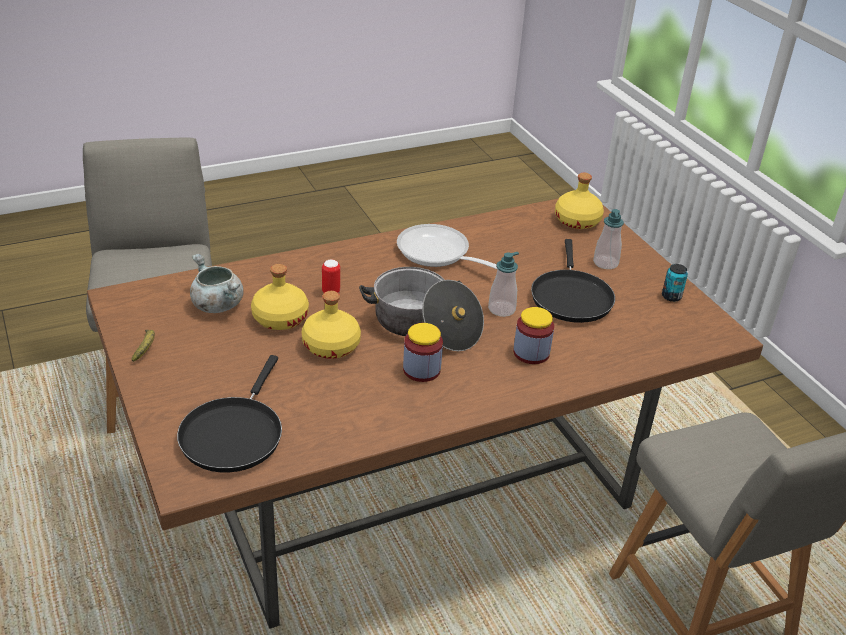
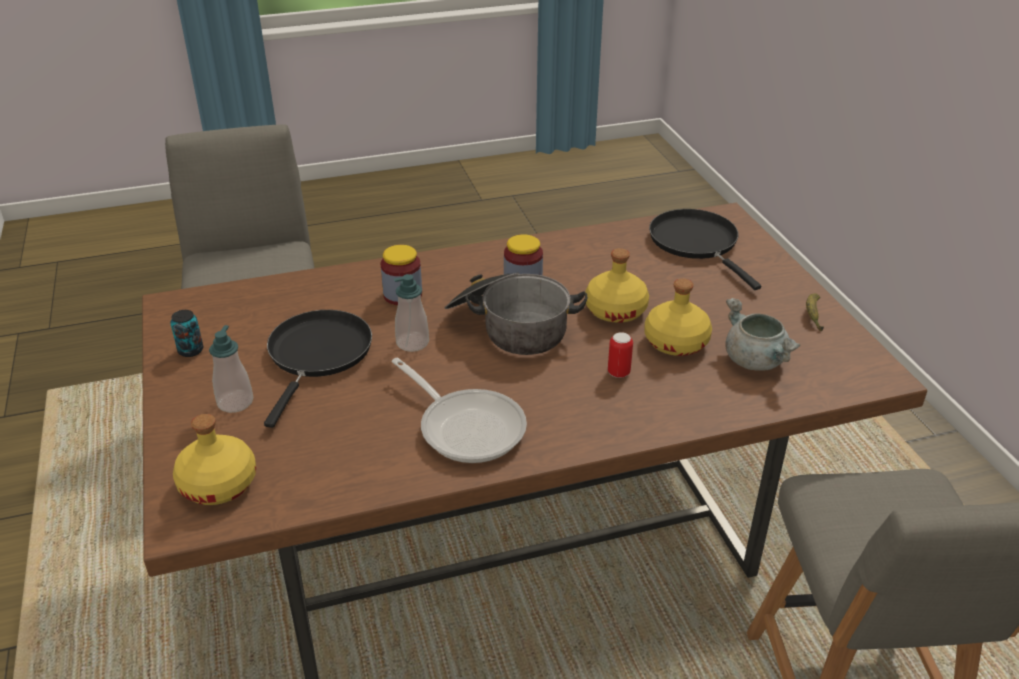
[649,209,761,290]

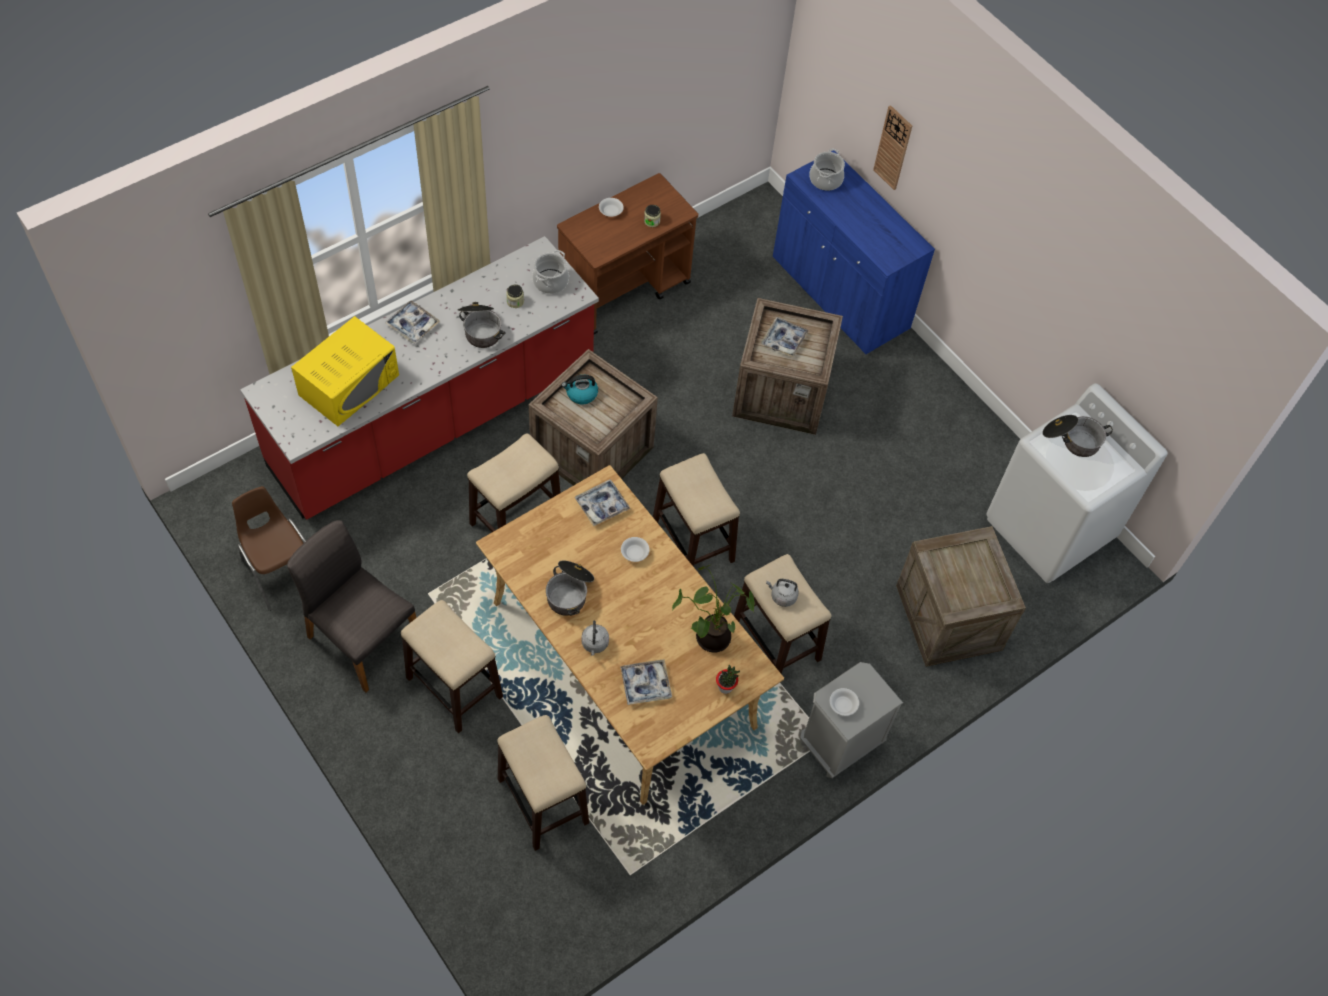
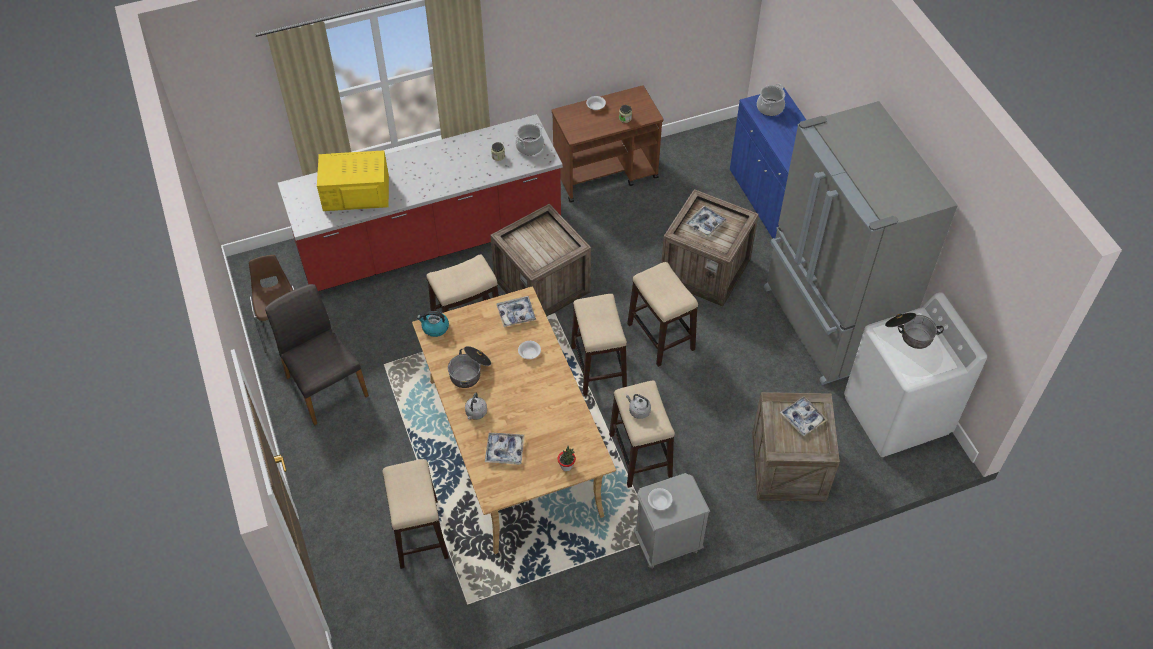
[457,302,506,348] (first image)
[672,564,754,652] (first image)
[873,105,912,190] (first image)
[764,101,958,385]
[780,396,828,436]
[627,262,698,367]
[417,311,449,337]
[317,150,389,211]

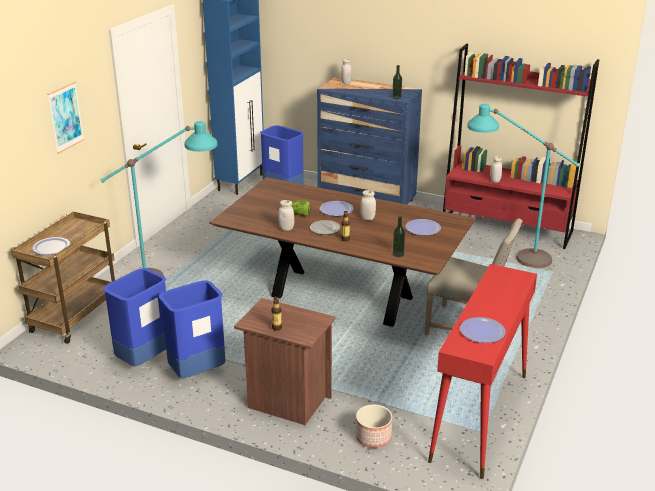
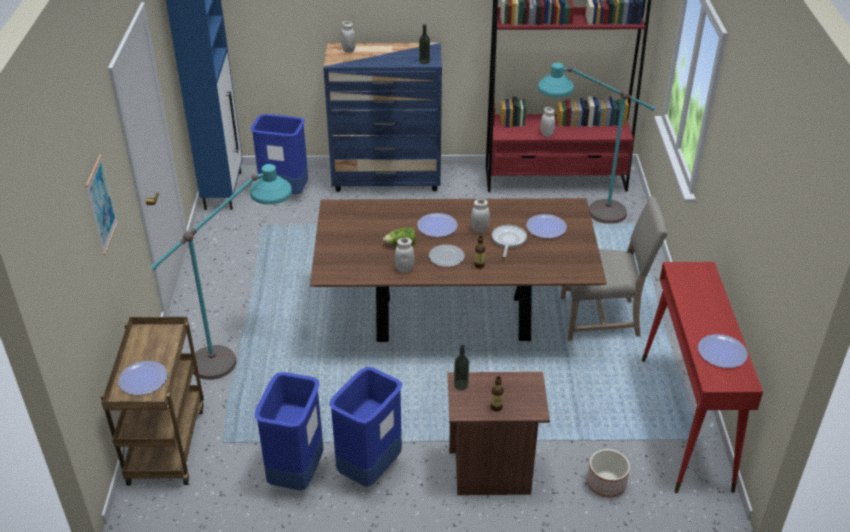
[492,225,527,257]
[454,345,469,390]

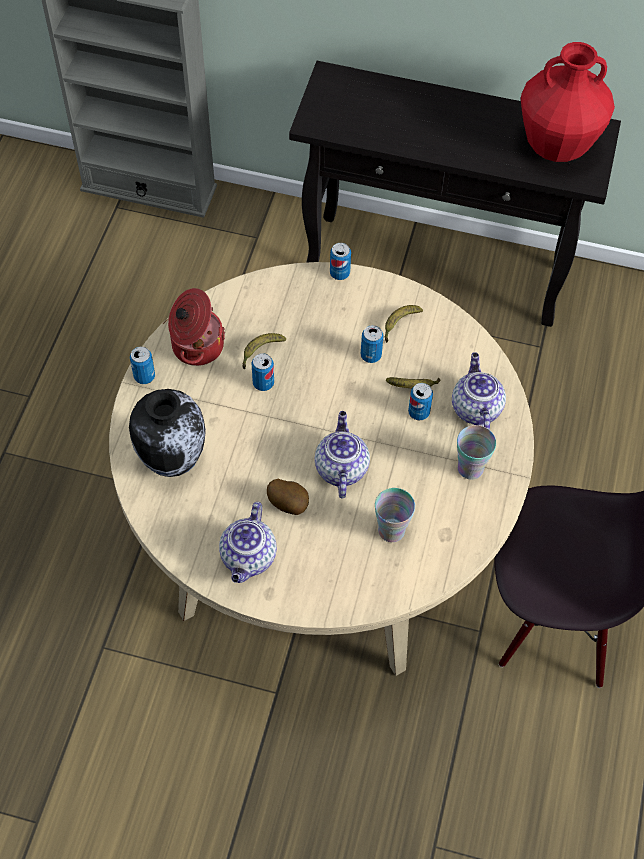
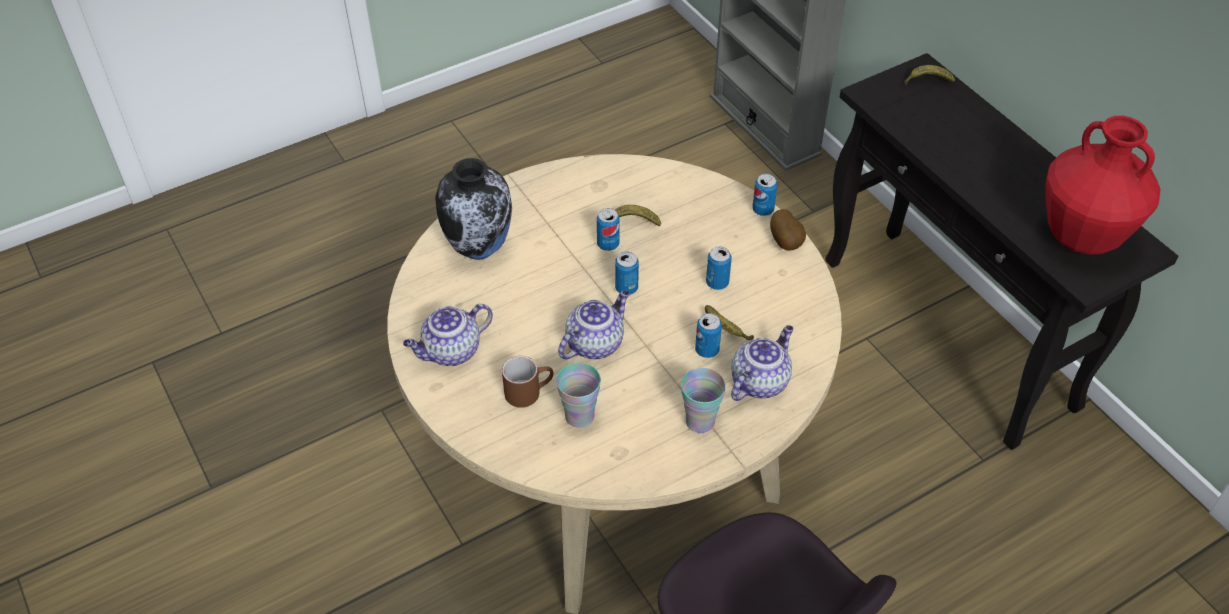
[168,288,225,366] (first image)
[502,356,554,408]
[615,252,639,295]
[770,209,806,251]
[904,65,955,85]

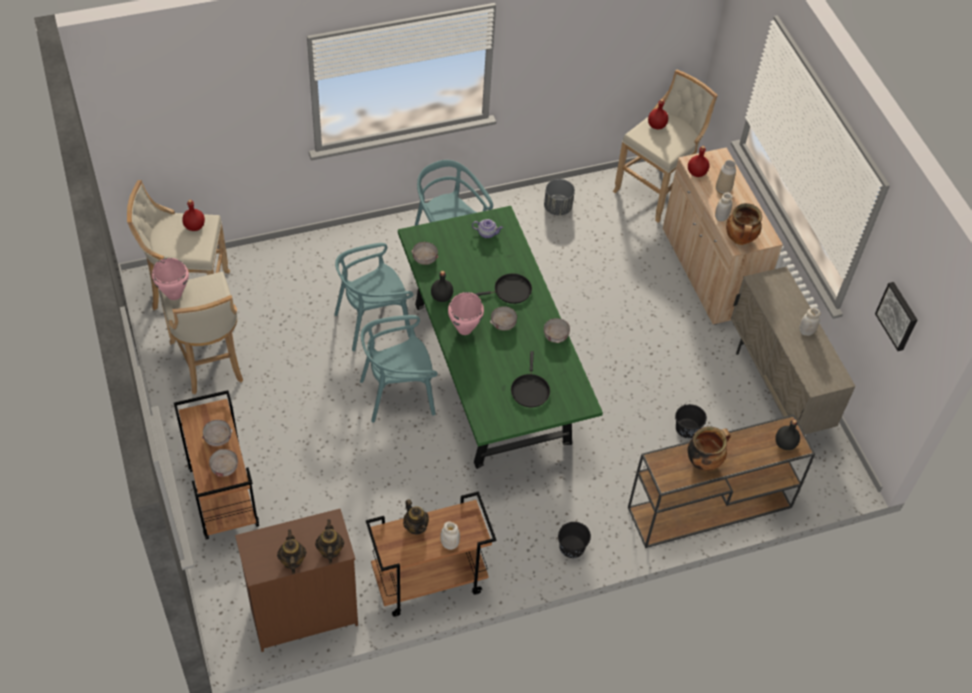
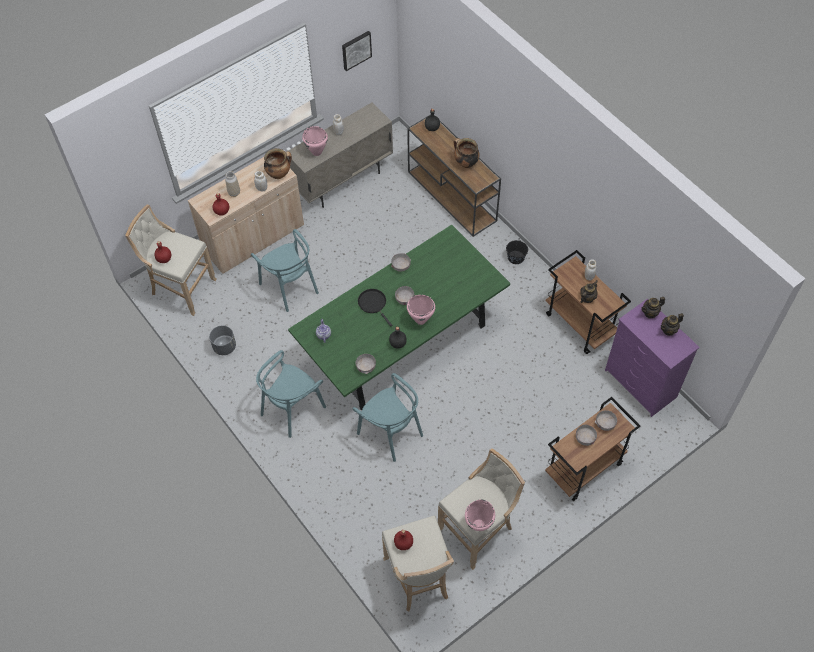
[511,351,550,407] (first image)
[675,403,707,438] (first image)
[302,126,328,156]
[251,229,319,312]
[605,298,700,417]

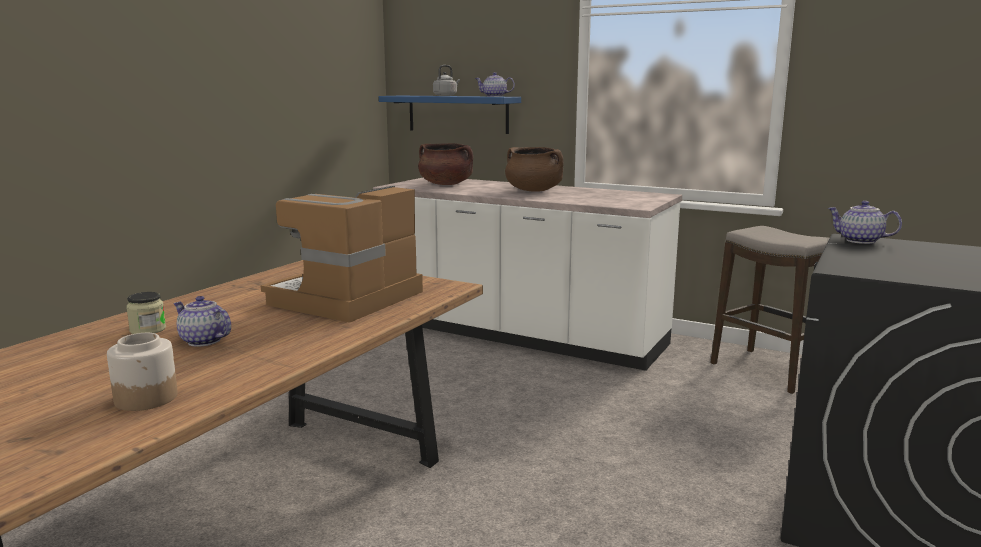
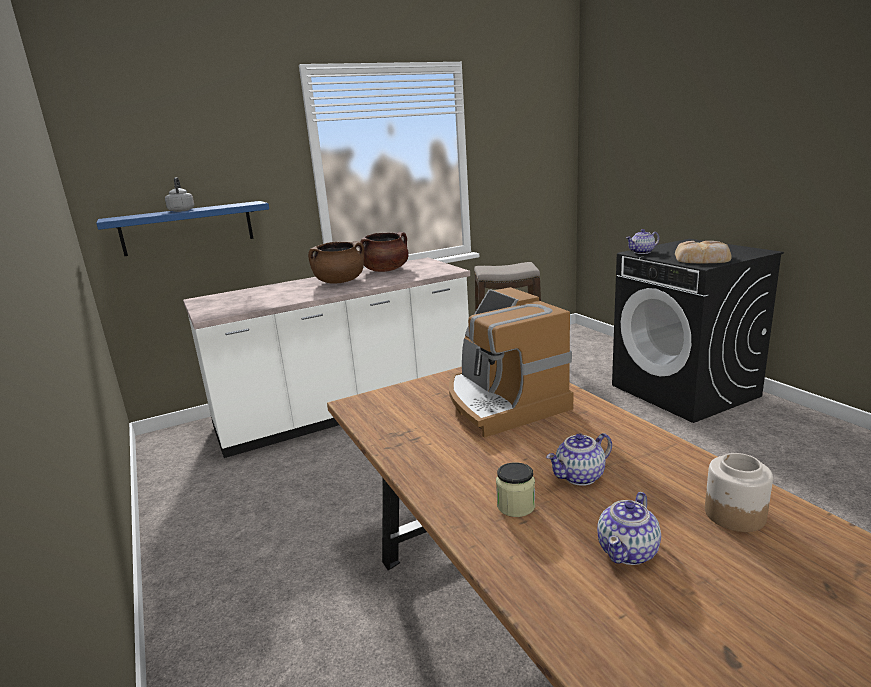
[675,241,732,263]
[360,231,409,272]
[597,492,661,565]

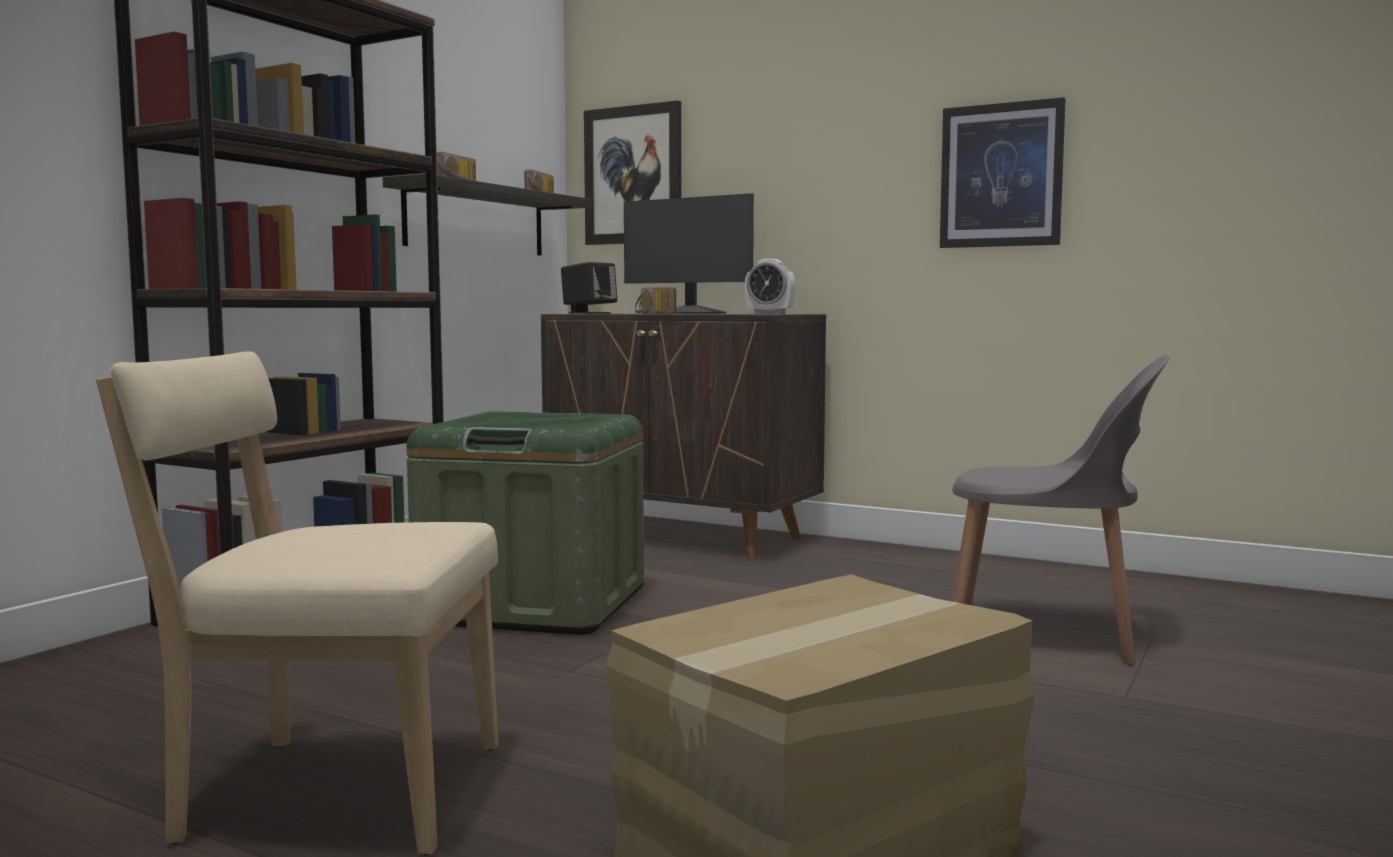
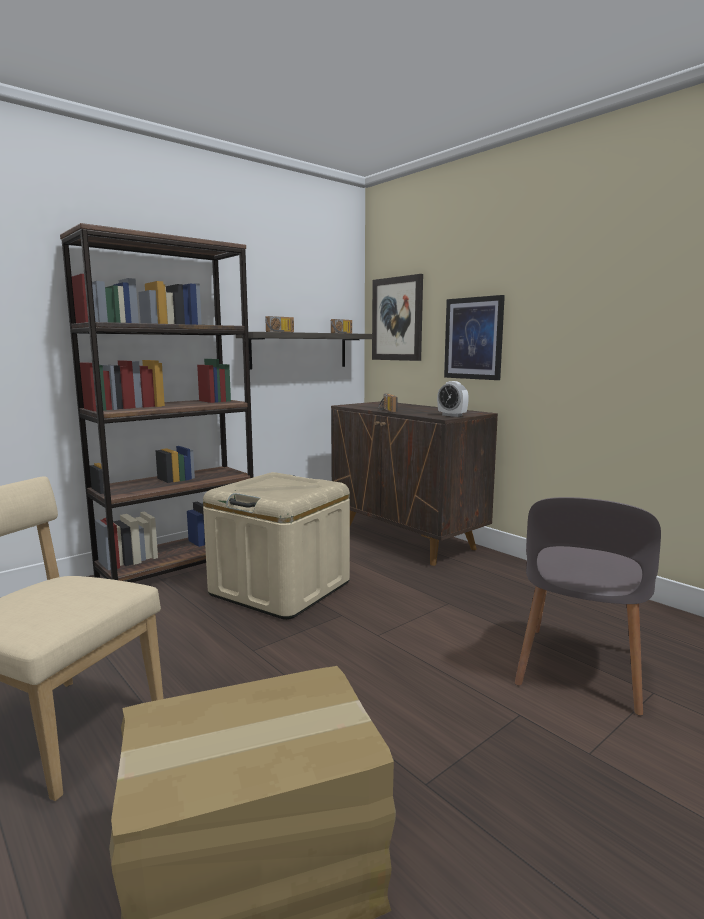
[561,262,617,314] (first image)
[624,193,754,314] (first image)
[444,295,505,380]
[203,472,350,620]
[515,497,661,716]

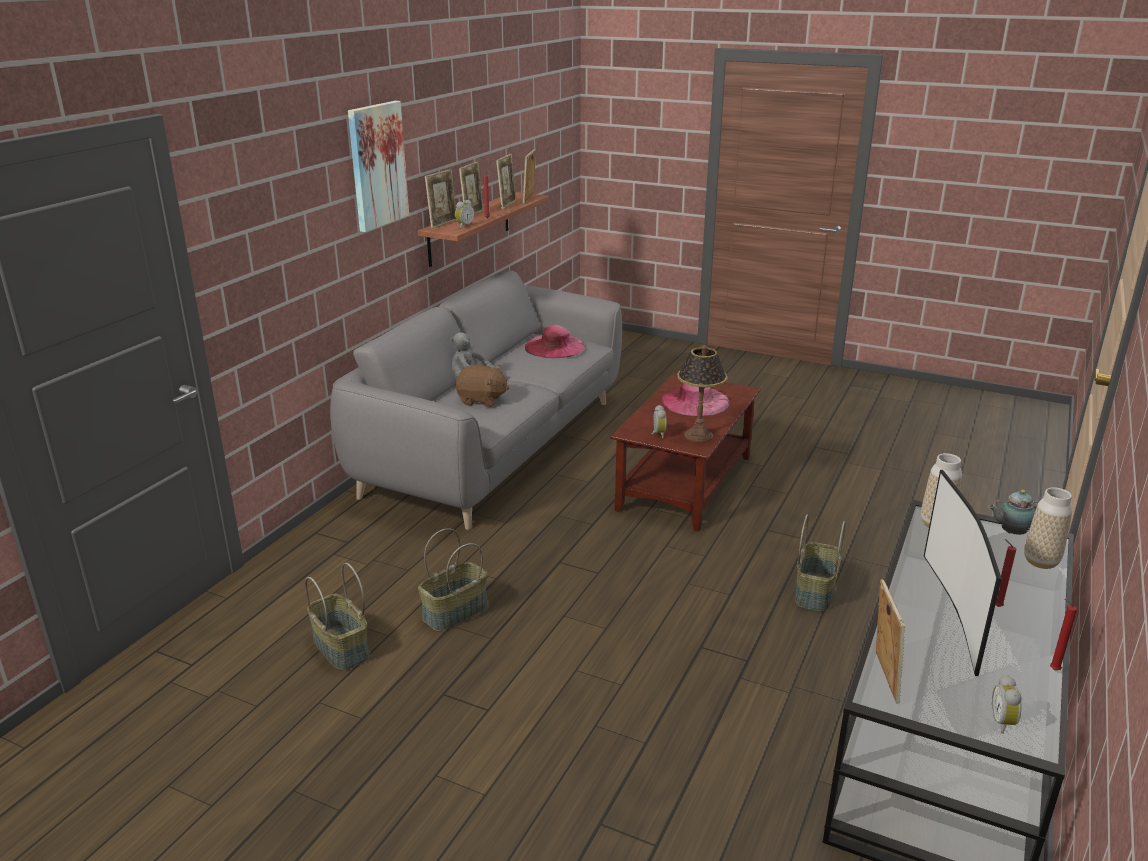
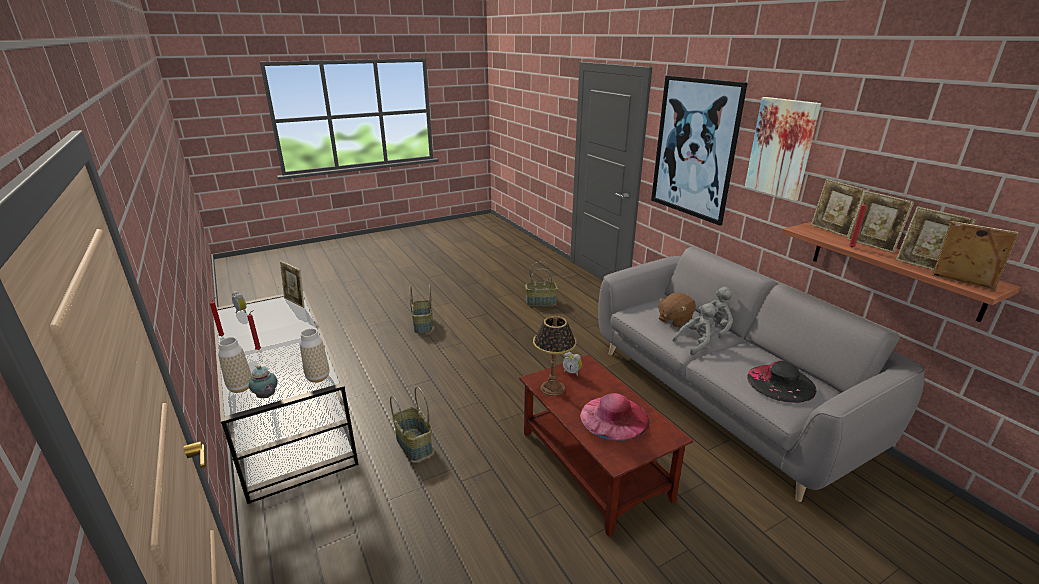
[455,200,474,228] (first image)
[924,470,1002,676] (first image)
[651,75,748,226]
[672,303,719,356]
[409,284,433,333]
[747,361,817,403]
[249,365,278,398]

